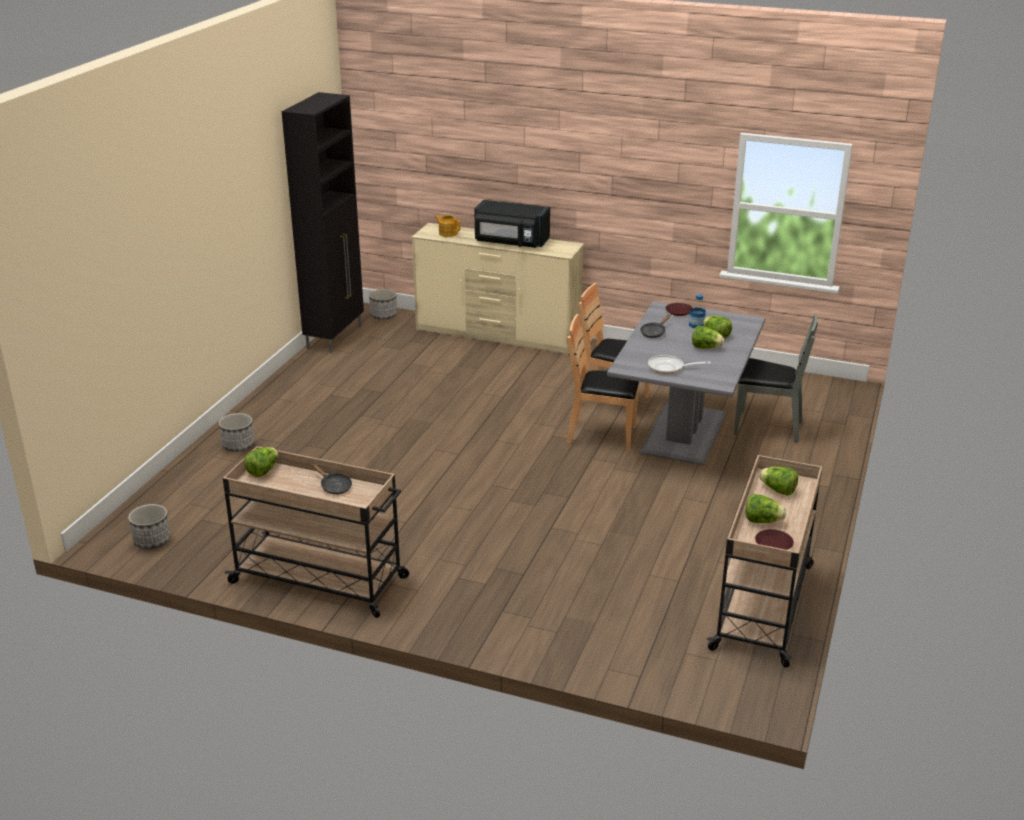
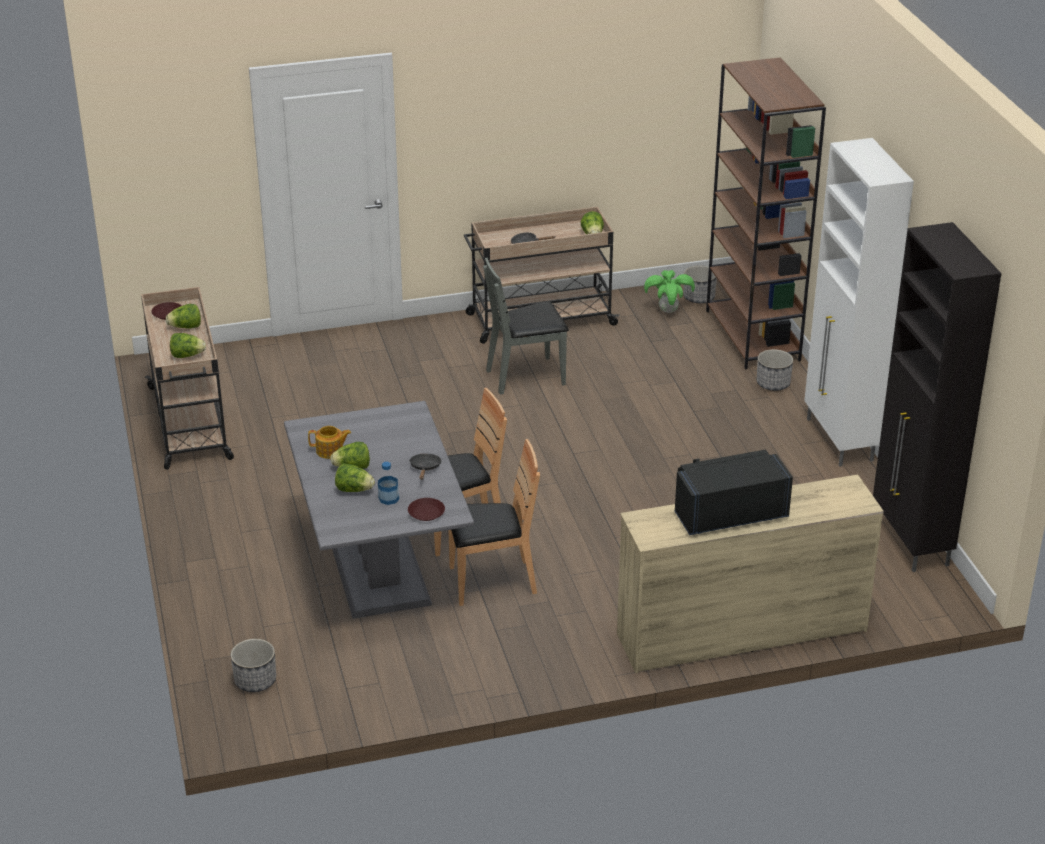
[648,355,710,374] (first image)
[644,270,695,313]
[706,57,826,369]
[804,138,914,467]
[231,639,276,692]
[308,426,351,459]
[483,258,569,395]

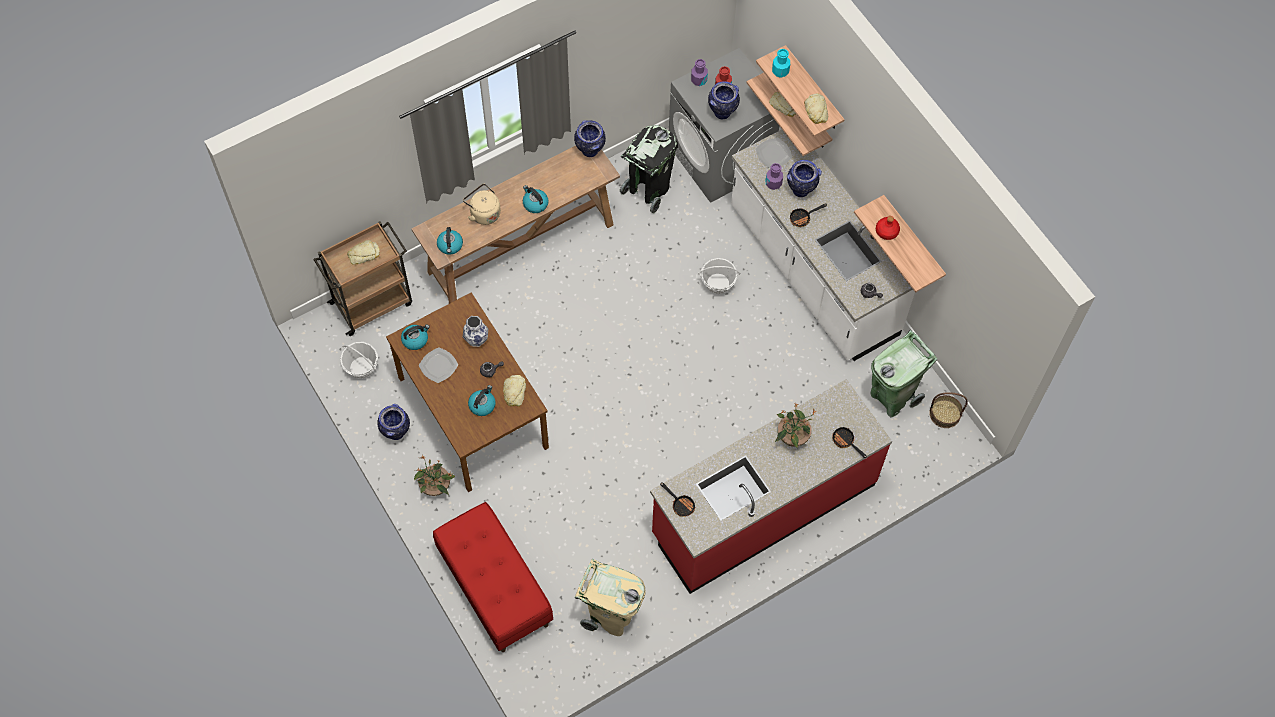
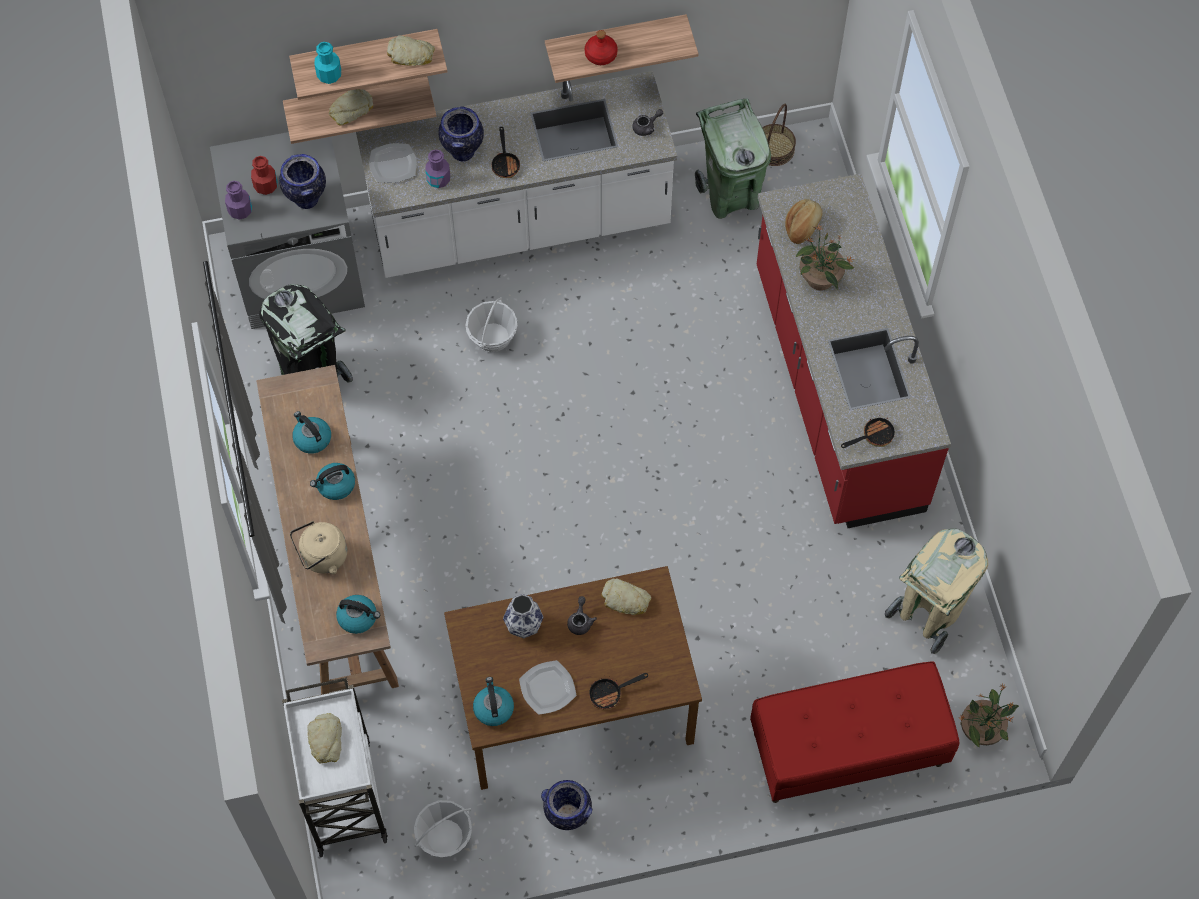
[574,120,606,157] (first image)
[785,199,823,244]
[958,683,1019,747]
[292,411,331,454]
[589,673,648,710]
[282,677,388,857]

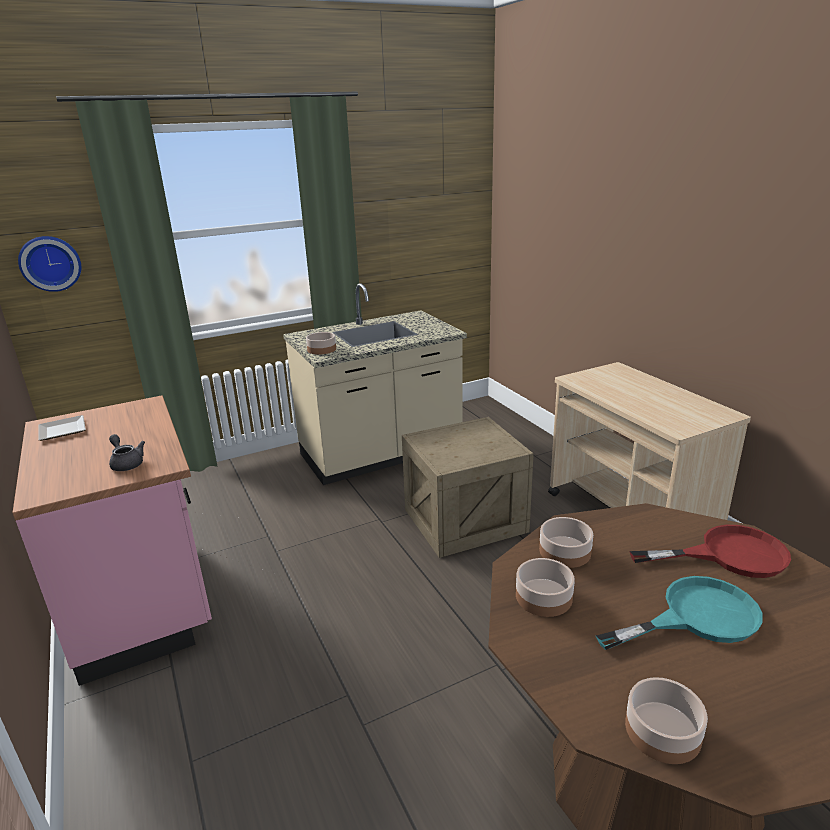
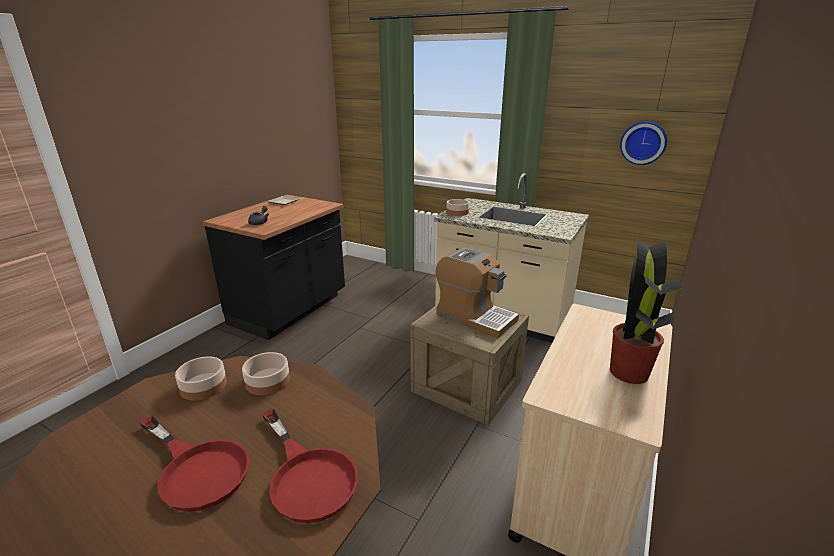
[625,677,708,764] (first image)
[435,247,519,338]
[610,238,682,384]
[620,121,667,165]
[203,195,345,340]
[139,416,250,512]

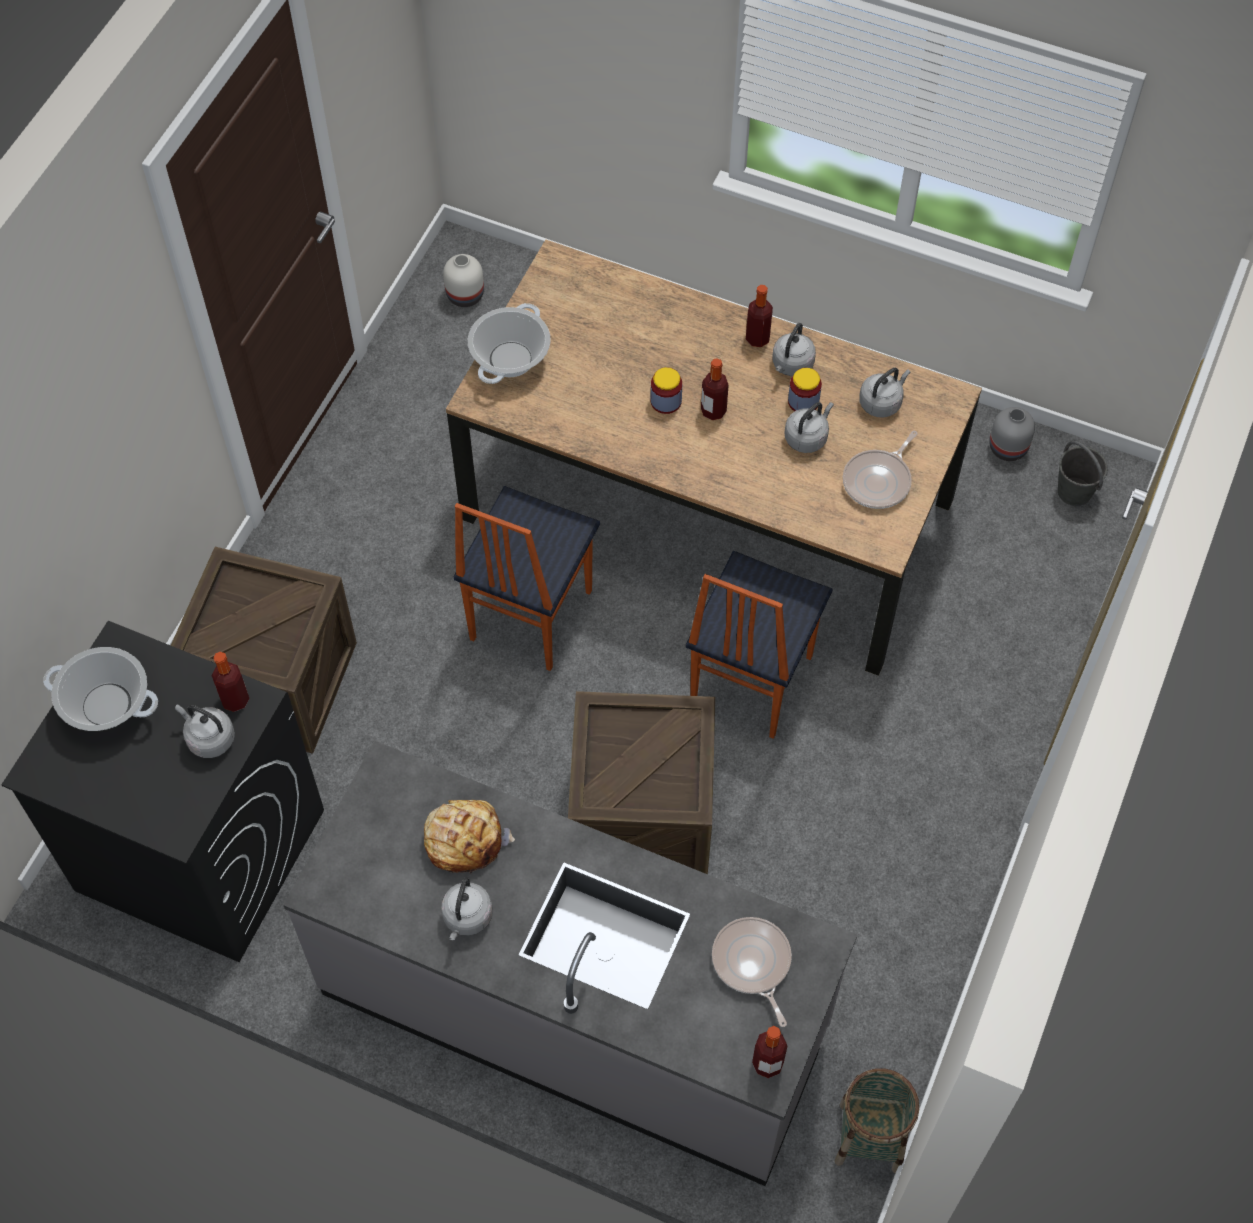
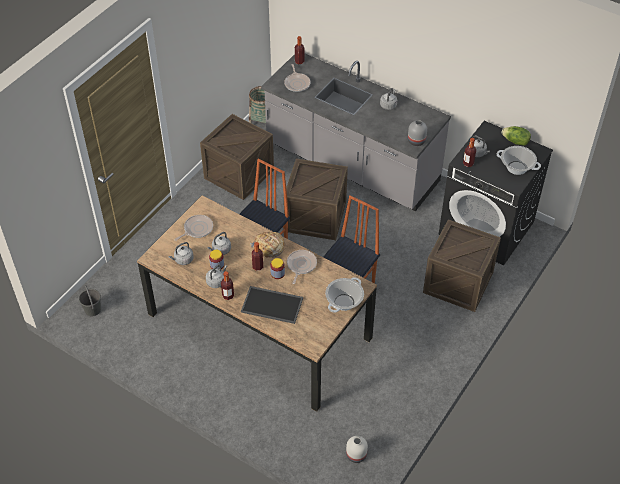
[200,114,274,200]
[241,286,303,324]
[287,250,317,284]
[502,126,531,146]
[250,232,284,258]
[408,120,427,146]

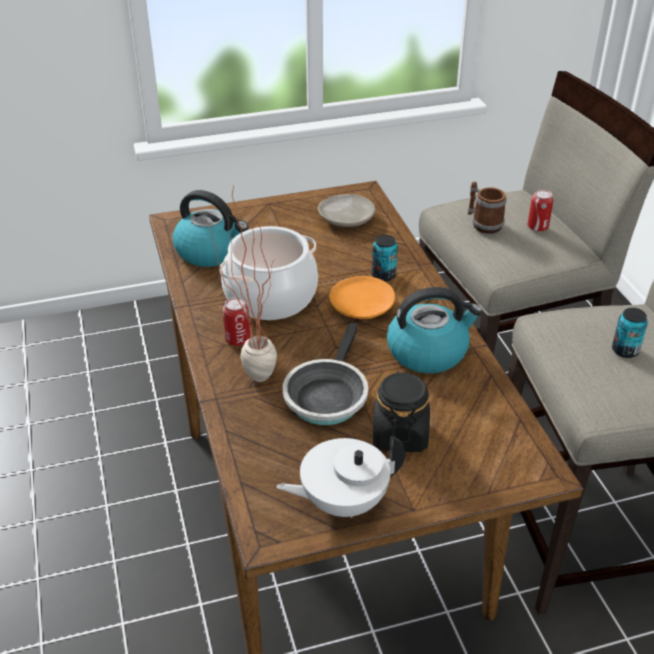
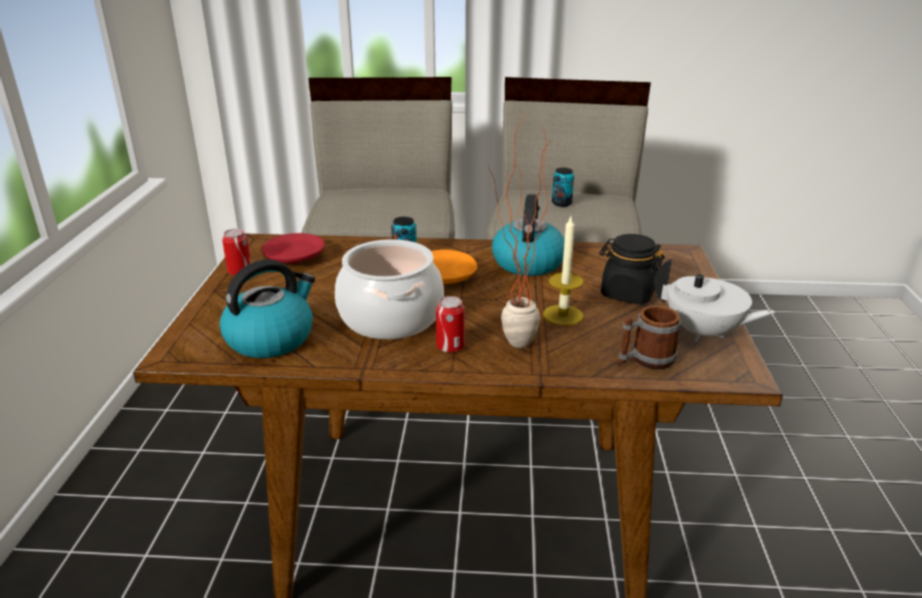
[617,305,681,369]
[222,229,251,276]
[543,217,584,326]
[261,233,325,264]
[654,259,776,341]

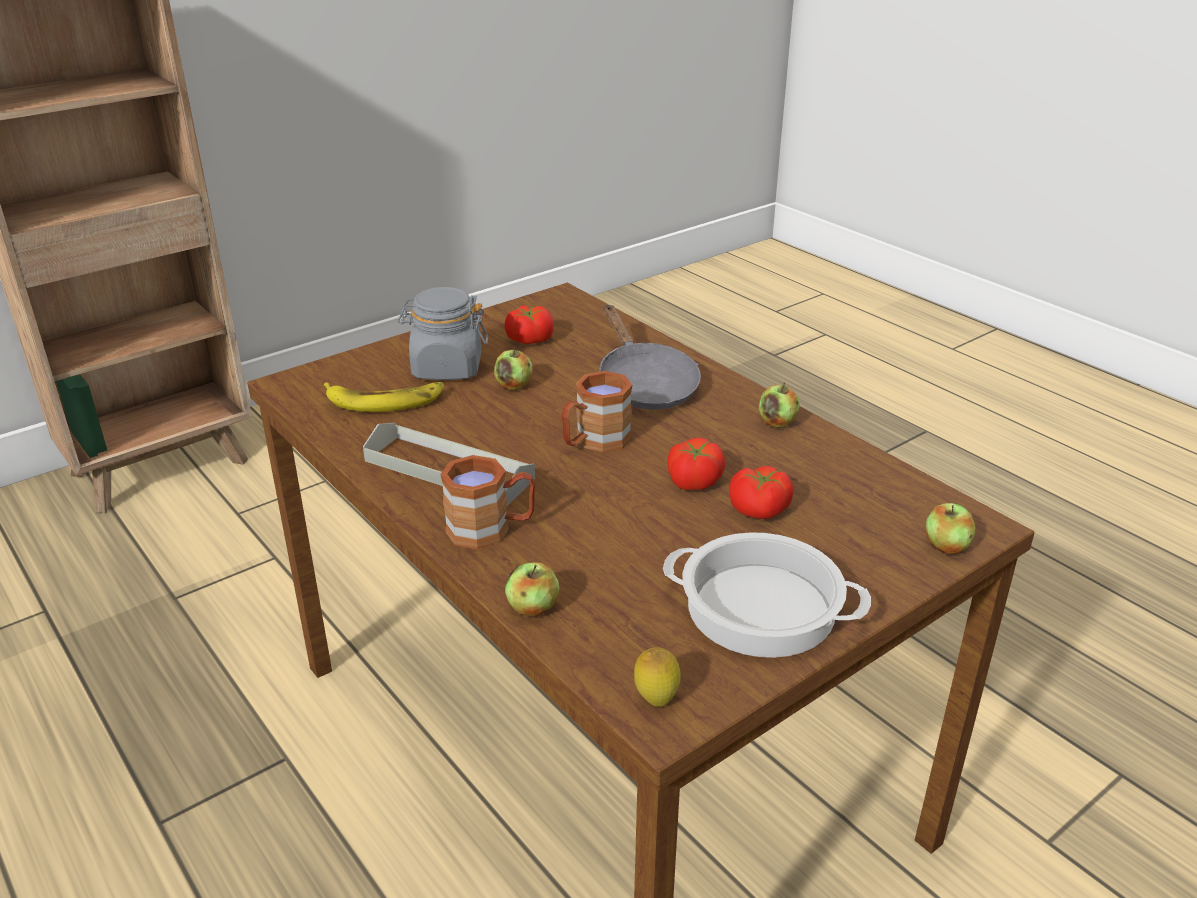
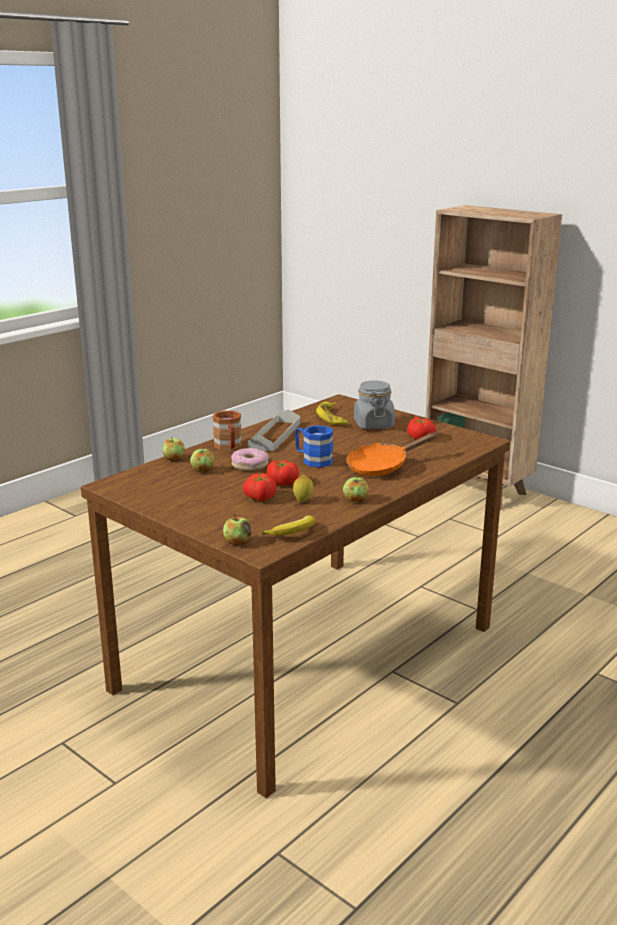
[663,532,871,658] (first image)
[231,448,269,471]
[260,515,315,536]
[190,447,214,472]
[293,474,313,502]
[295,425,333,468]
[346,432,438,476]

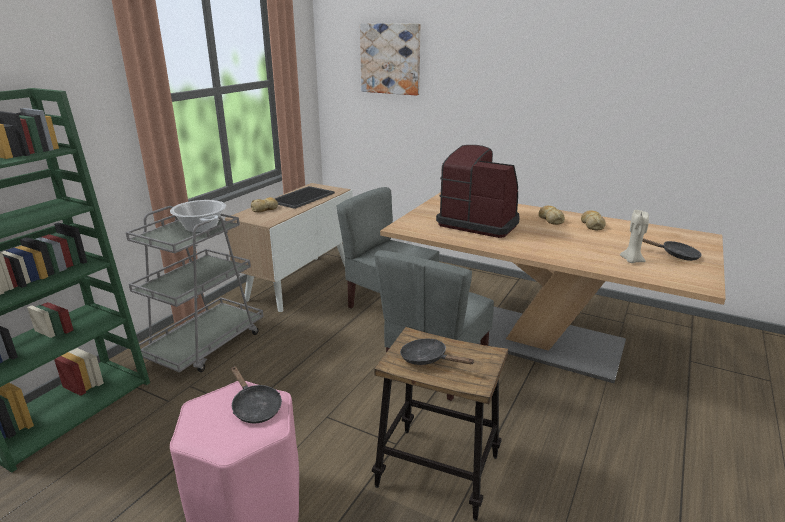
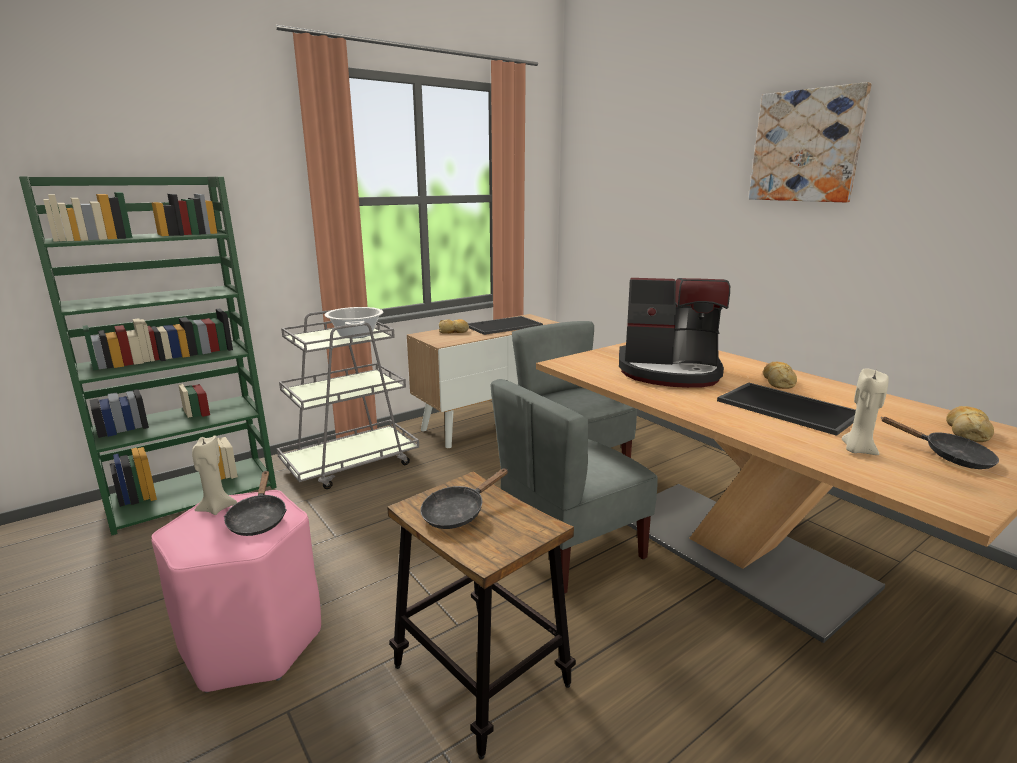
[192,435,237,515]
[717,383,856,436]
[749,82,872,203]
[946,406,994,442]
[420,469,508,529]
[619,278,730,388]

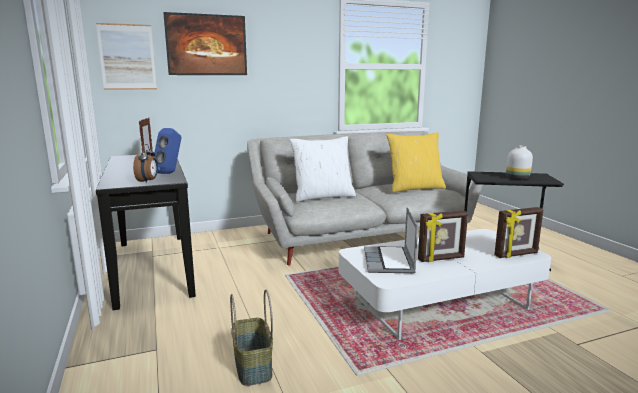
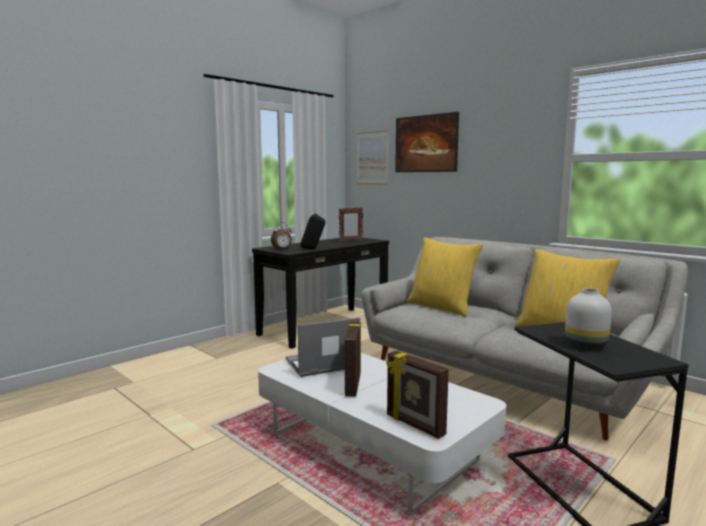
[230,290,273,386] (first image)
[300,213,325,249]
[407,237,483,317]
[345,322,361,397]

